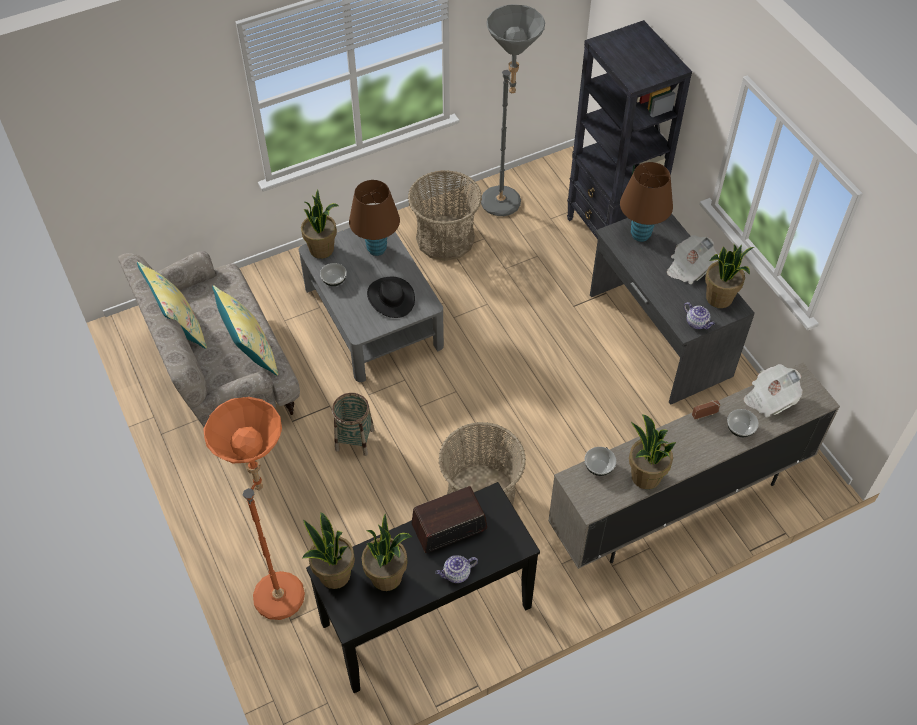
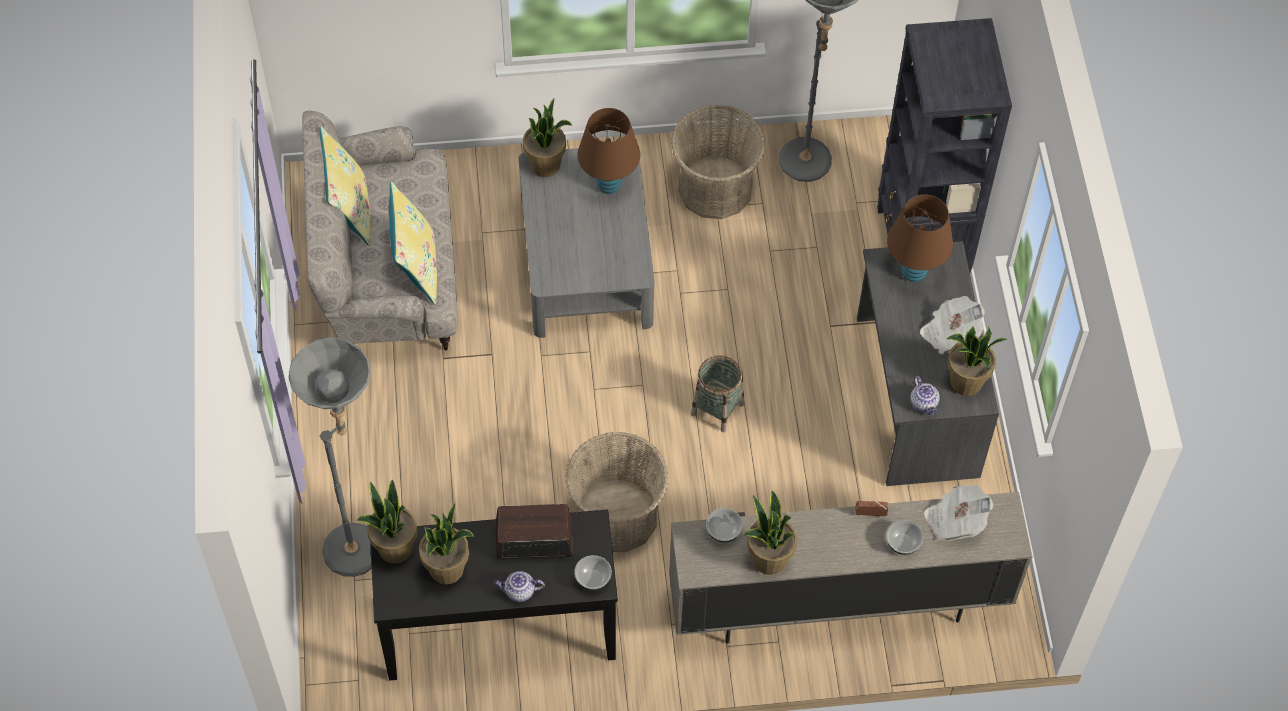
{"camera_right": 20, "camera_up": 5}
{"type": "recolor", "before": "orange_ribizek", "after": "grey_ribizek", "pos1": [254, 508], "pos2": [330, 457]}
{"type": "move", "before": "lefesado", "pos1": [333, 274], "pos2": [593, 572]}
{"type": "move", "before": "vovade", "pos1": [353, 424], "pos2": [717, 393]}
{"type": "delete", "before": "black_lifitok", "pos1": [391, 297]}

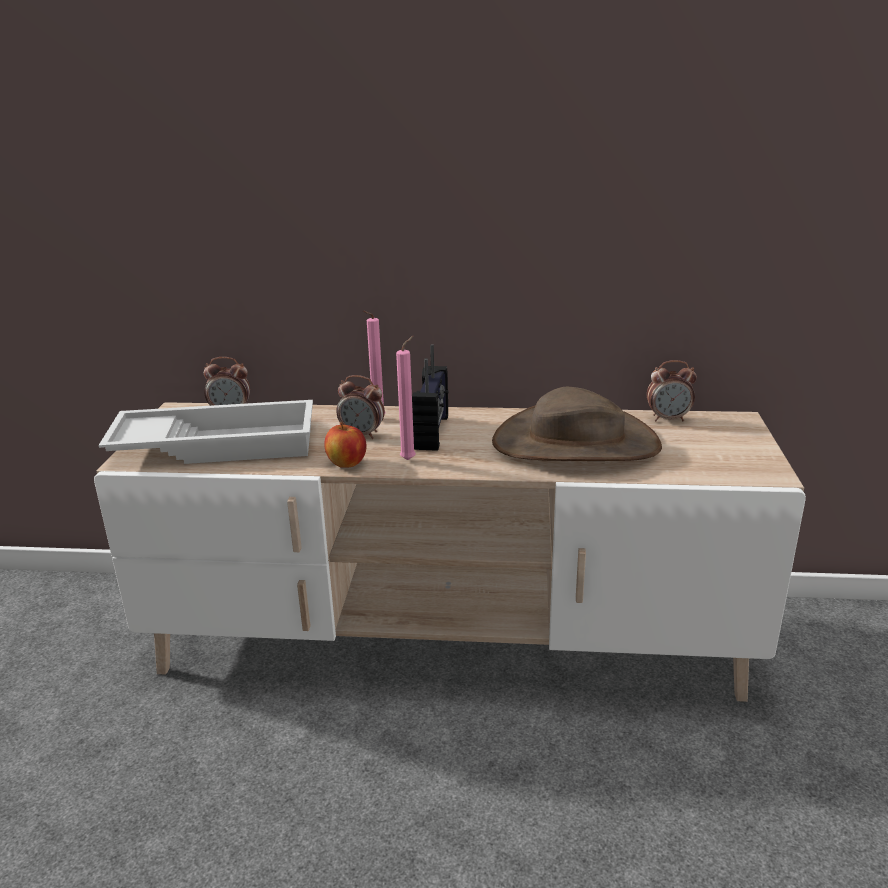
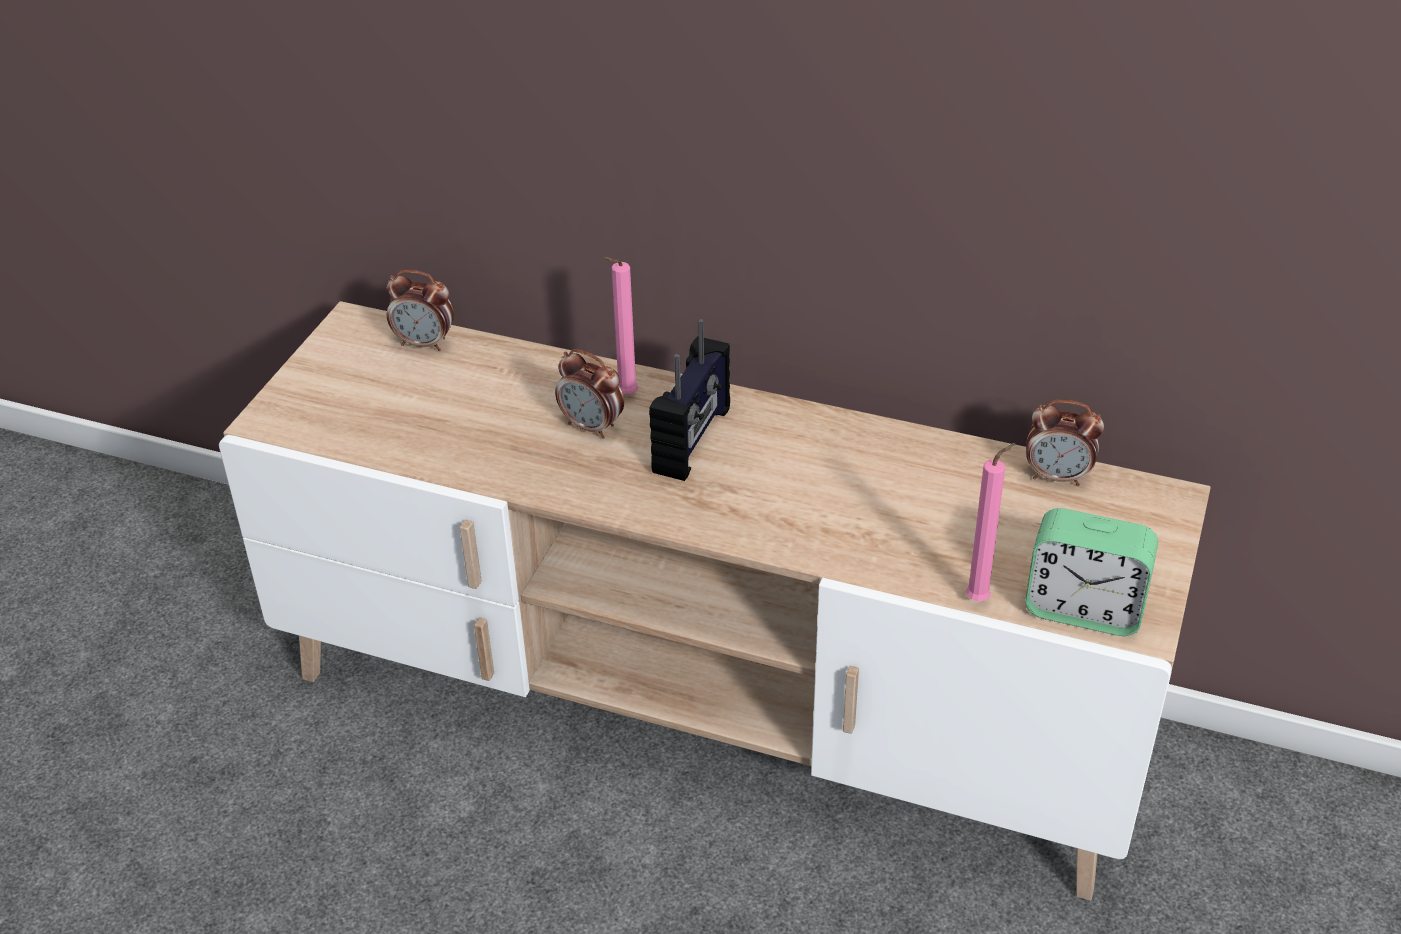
{"camera_right": 15, "camera_up": 15}
{"type": "delete", "before": "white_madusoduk", "pos1": [205, 432]}
{"type": "delete", "before": "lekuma", "pos1": [345, 445]}
{"type": "move", "before": "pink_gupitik", "pos1": [406, 398], "pos2": [991, 522]}
{"type": "delete", "before": "brown_lifitok", "pos1": [577, 424]}
{"type": "insert", "after": "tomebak", "pos2": [1091, 572]}

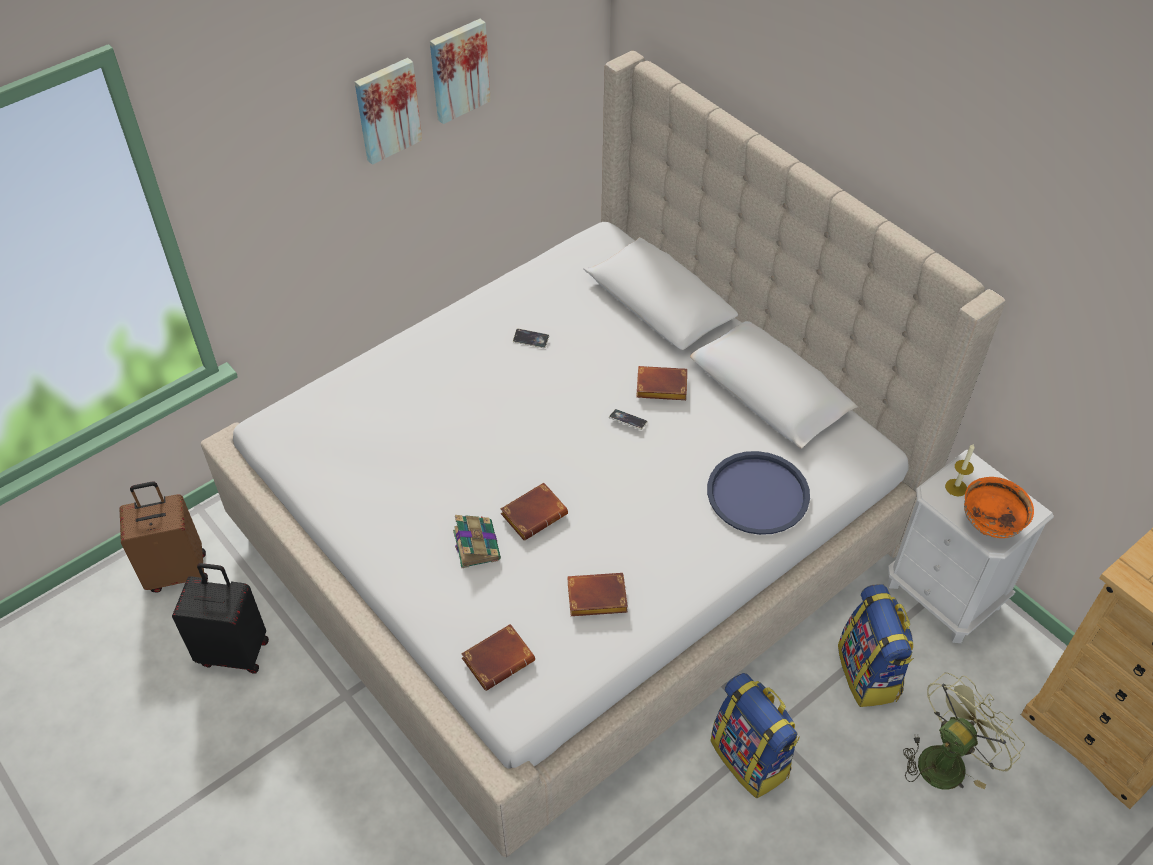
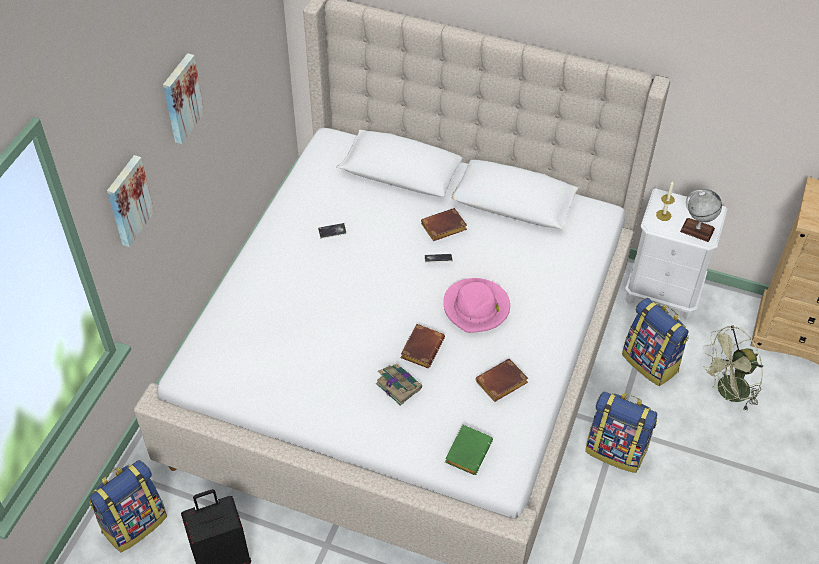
{"camera_right": -30, "camera_up": 0}
{"type": "replace", "before": "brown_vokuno", "after": "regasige", "pos1": [164, 537], "pos2": [128, 506]}
{"type": "move", "before": "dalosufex", "pos1": [460, 71], "pos2": [131, 201]}
{"type": "recolor", "before": "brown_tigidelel", "after": "green_tigidelel", "pos1": [498, 657], "pos2": [469, 450]}
{"type": "delete", "before": "blue_madusoduk", "pos1": [758, 493]}
{"type": "rotate", "before": "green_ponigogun", "pos1": [964, 731], "pos2": [733, 369], "turn": -135}
{"type": "replace", "before": "orange_lefesado", "after": "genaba", "pos1": [999, 507], "pos2": [701, 215]}
{"type": "insert", "after": "pink_lifitok", "pos2": [476, 305]}

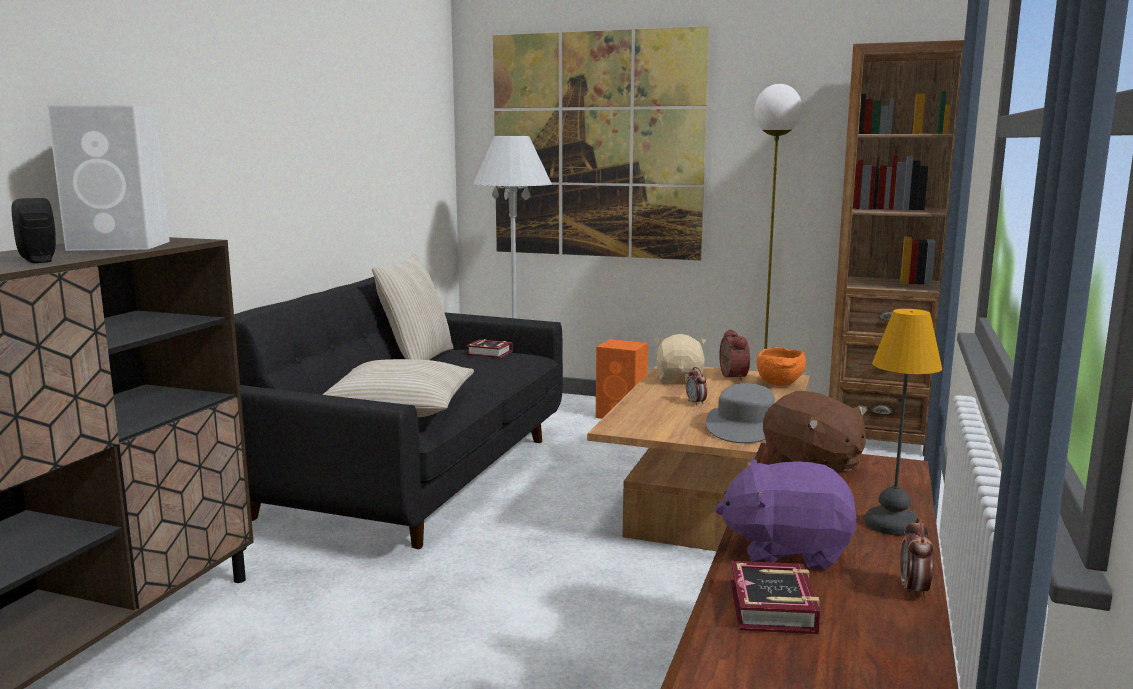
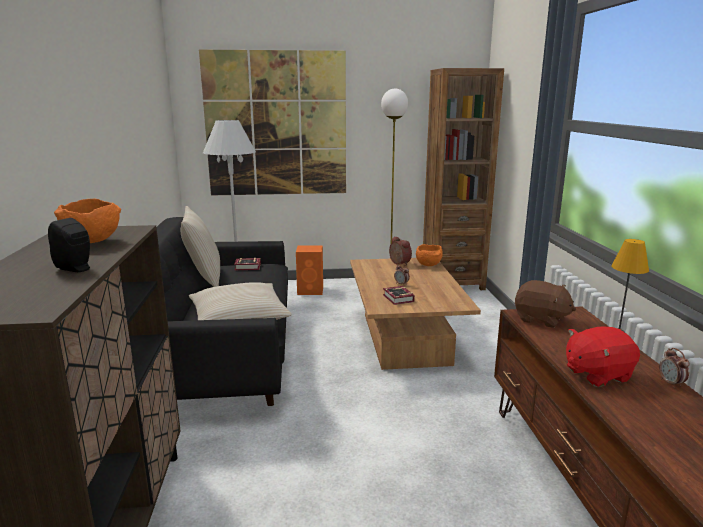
{"camera_right": -25, "camera_up": 5}
{"type": "replace", "before": "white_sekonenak", "after": "orange_lefesado", "pos1": [108, 178], "pos2": [87, 221]}
{"type": "delete", "before": "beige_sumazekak", "pos1": [680, 358]}
{"type": "delete", "before": "grey_lifitok", "pos1": [740, 413]}
{"type": "recolor", "before": "purple_sumazekak", "after": "red_sumazekak", "pos1": [786, 514], "pos2": [603, 356]}
{"type": "move", "before": "tigidelel", "pos1": [775, 598], "pos2": [399, 295]}

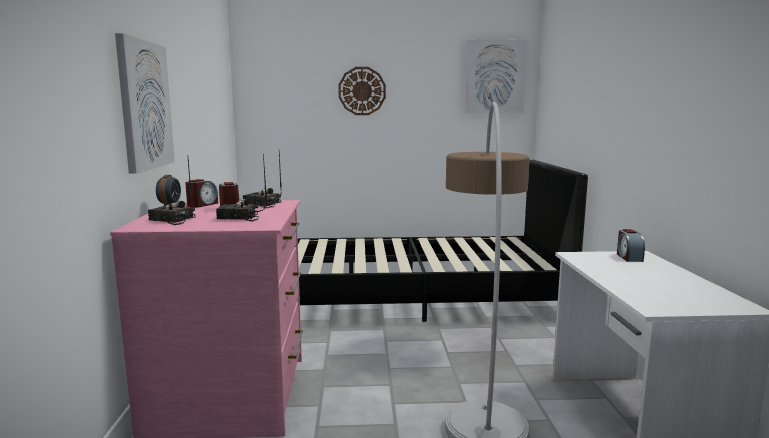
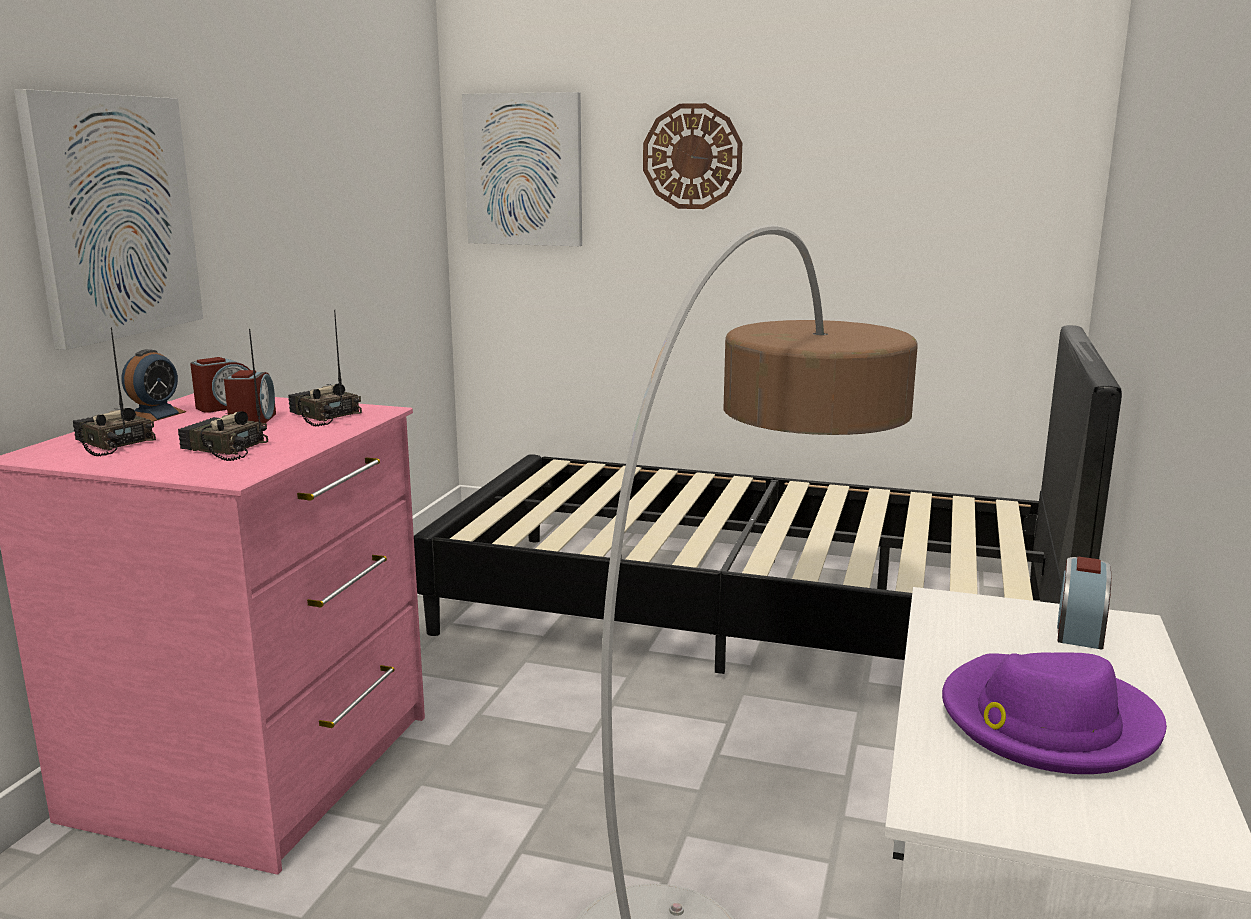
{"camera_right": 20, "camera_up": 5}
{"type": "move", "before": "dalosufex", "pos1": [496, 76], "pos2": [522, 169]}
{"type": "insert", "after": "purple_lifitok", "pos2": [1054, 713]}

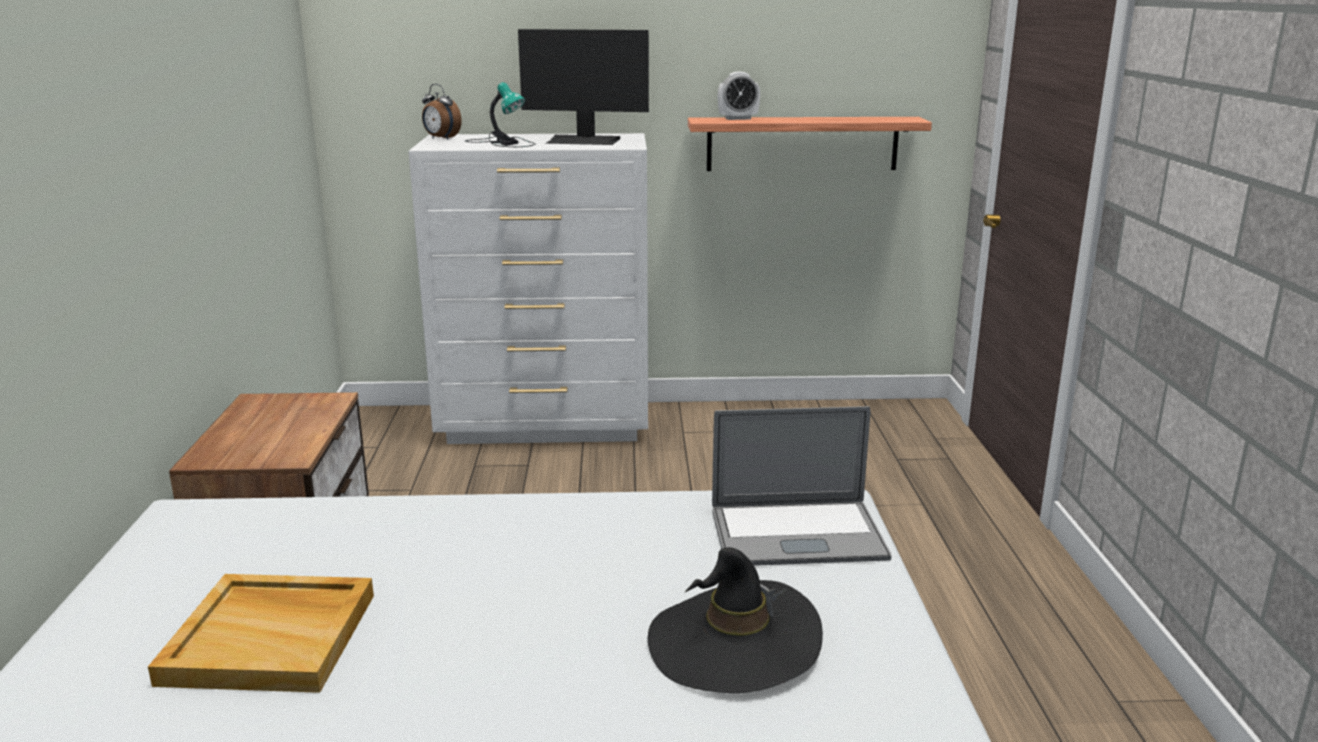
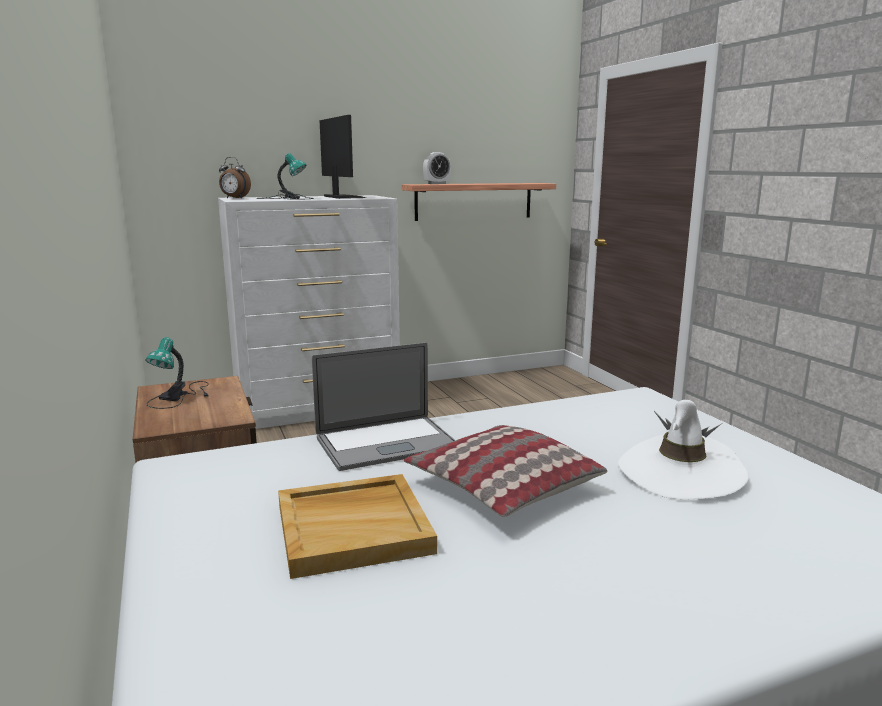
{"camera_right": -20, "camera_up": -5}
{"type": "rotate", "before": "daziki", "pos1": [583, 87], "pos2": [343, 157], "turn": -105}
{"type": "recolor", "before": "black_lifitok", "after": "white_lifitok", "pos1": [735, 620], "pos2": [683, 450]}
{"type": "move", "before": "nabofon", "pos1": [802, 486], "pos2": [384, 406]}
{"type": "insert", "after": "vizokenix", "pos2": [177, 373]}
{"type": "insert", "after": "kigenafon", "pos2": [505, 471]}

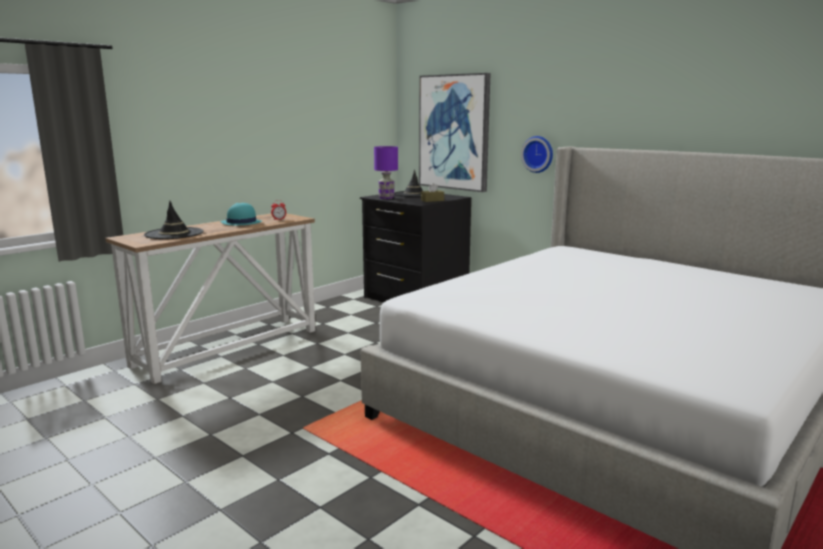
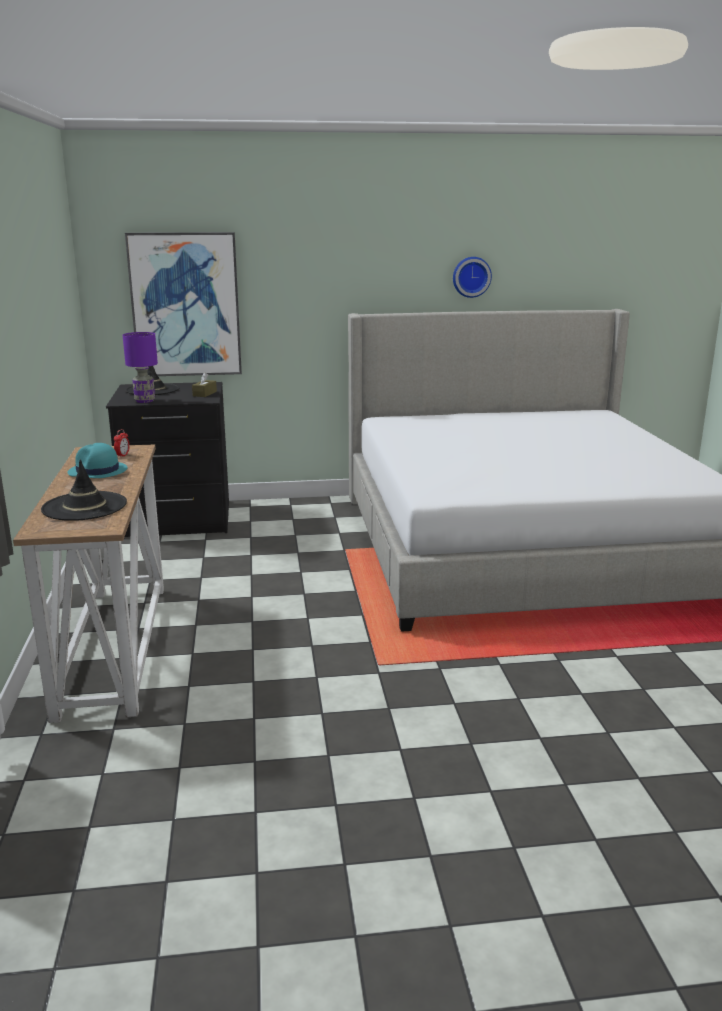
{"camera_right": -50, "camera_up": 5}
{"type": "move", "before": "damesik", "pos1": [537, 154], "pos2": [472, 277]}

